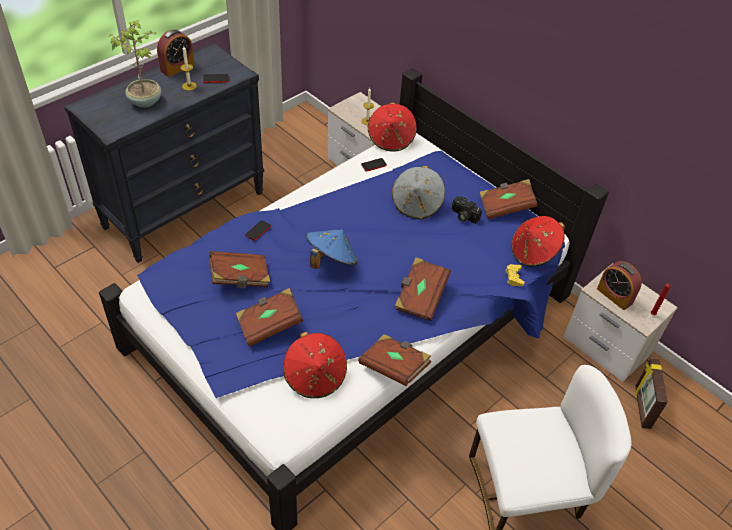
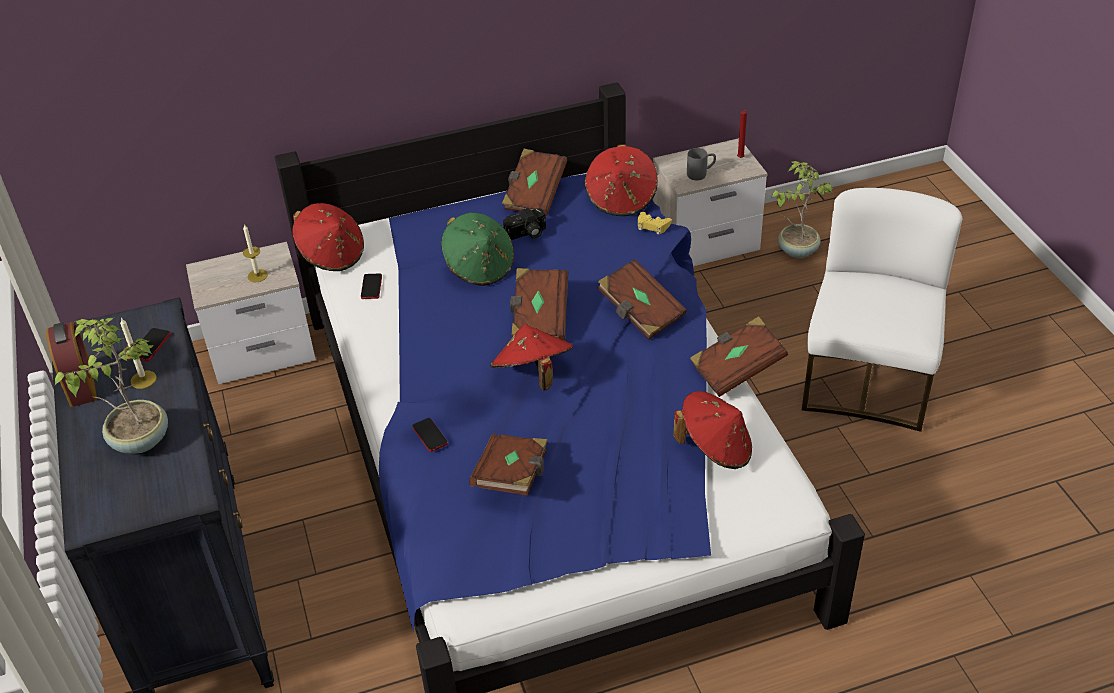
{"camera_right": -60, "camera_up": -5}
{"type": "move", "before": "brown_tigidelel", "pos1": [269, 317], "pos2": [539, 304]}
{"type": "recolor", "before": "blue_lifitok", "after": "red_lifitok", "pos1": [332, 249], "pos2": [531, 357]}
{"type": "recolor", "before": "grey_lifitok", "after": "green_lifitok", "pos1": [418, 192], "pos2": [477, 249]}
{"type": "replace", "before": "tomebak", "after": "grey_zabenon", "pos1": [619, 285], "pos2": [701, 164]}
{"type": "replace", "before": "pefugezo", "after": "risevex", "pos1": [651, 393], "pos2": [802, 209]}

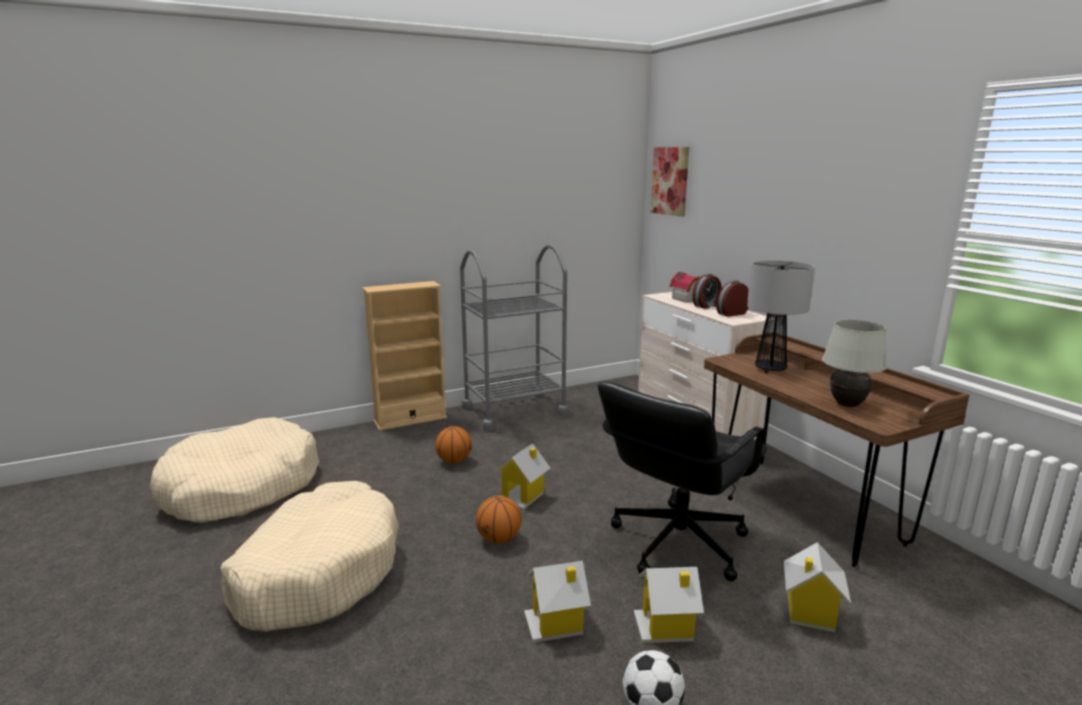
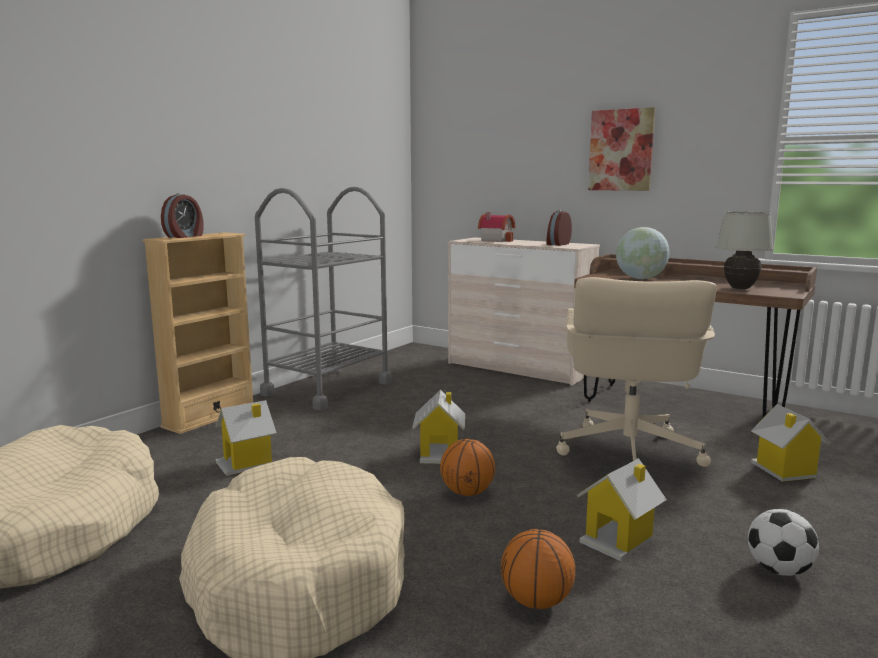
{"camera_right": -30, "camera_up": -5}
{"type": "move", "before": "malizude", "pos1": [453, 445], "pos2": [538, 569]}
{"type": "recolor", "before": "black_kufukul", "after": "beige_kufukul", "pos1": [683, 481], "pos2": [636, 372]}
{"type": "move", "before": "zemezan", "pos1": [669, 605], "pos2": [246, 438]}
{"type": "move", "before": "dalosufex", "pos1": [670, 182], "pos2": [621, 149]}
{"type": "move", "before": "tomebak", "pos1": [707, 291], "pos2": [182, 215]}
{"type": "replace", "before": "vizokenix", "after": "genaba", "pos1": [781, 316], "pos2": [643, 253]}

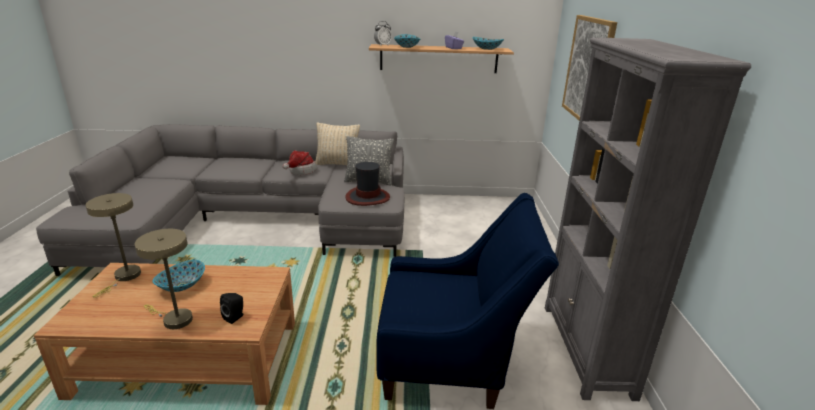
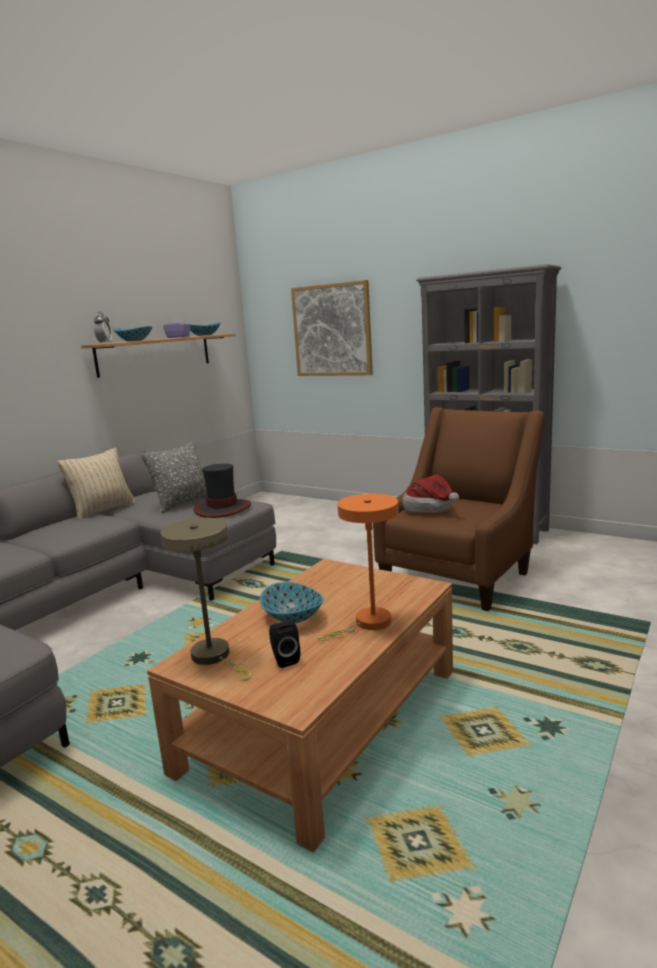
{"camera_right": -55, "camera_up": -10}
{"type": "recolor", "before": "beige_vizokenix", "after": "orange_vizokenix", "pos1": [163, 279], "pos2": [358, 567]}
{"type": "move", "before": "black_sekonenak", "pos1": [231, 308], "pos2": [284, 644]}
{"type": "move", "before": "lifitok", "pos1": [299, 163], "pos2": [431, 494]}
{"type": "recolor", "before": "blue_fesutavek", "after": "brown_fesutavek", "pos1": [468, 301], "pos2": [459, 509]}

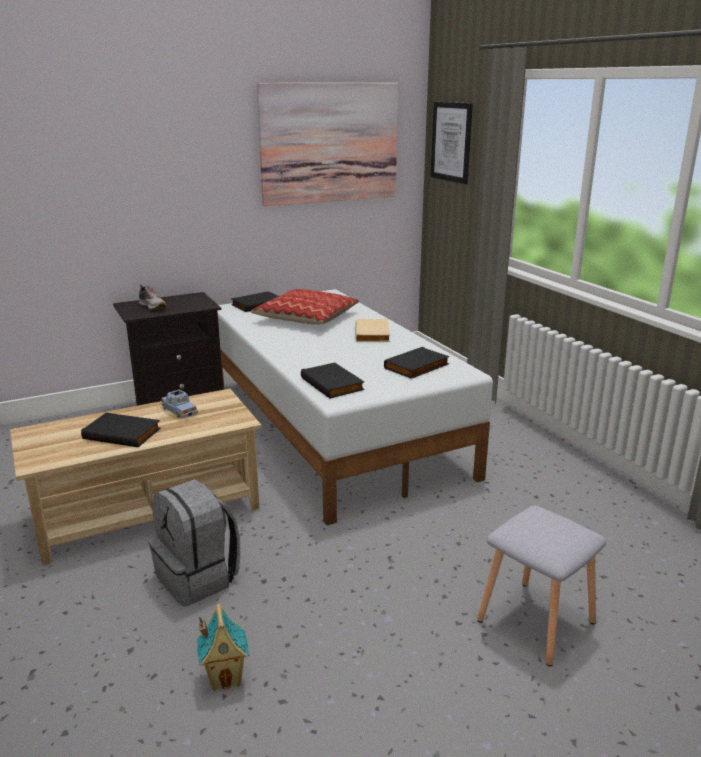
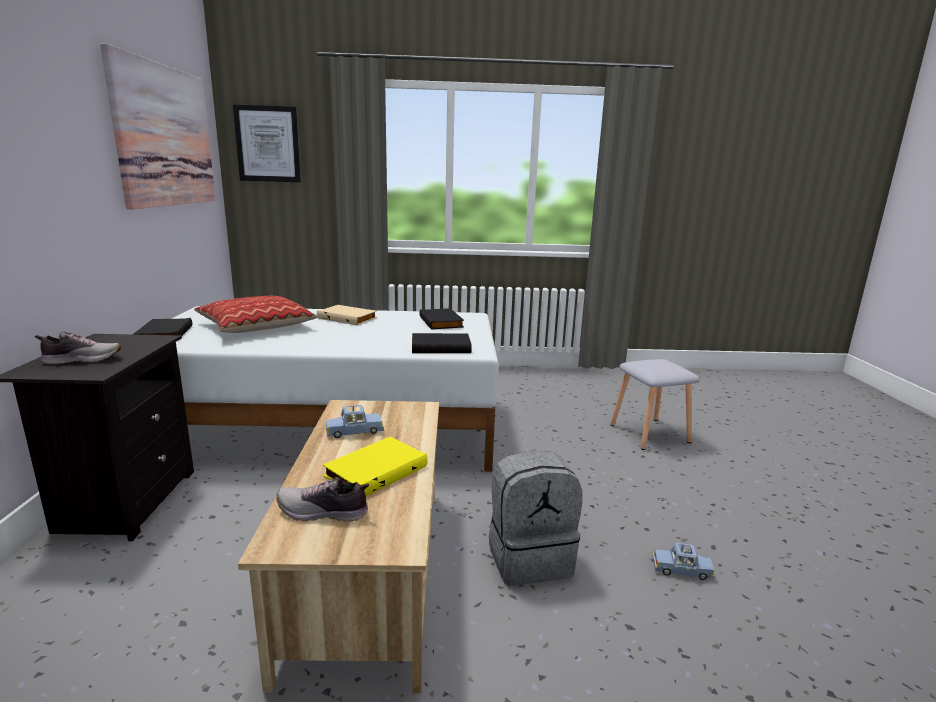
{"camera_right": -65, "camera_up": -5}
{"type": "recolor", "before": "black_tigidelel", "after": "yellow_tigidelel", "pos1": [121, 430], "pos2": [375, 466]}
{"type": "replace", "before": "zemezan", "after": "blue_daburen", "pos1": [223, 647], "pos2": [683, 561]}
{"type": "insert", "after": "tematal", "pos2": [322, 499]}

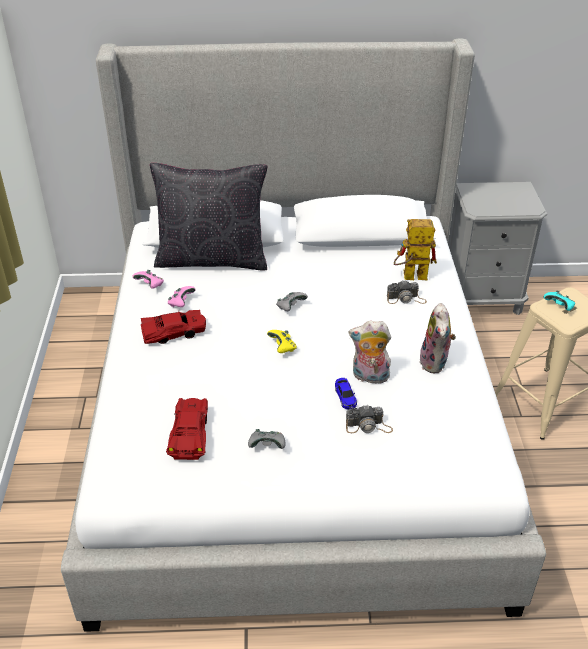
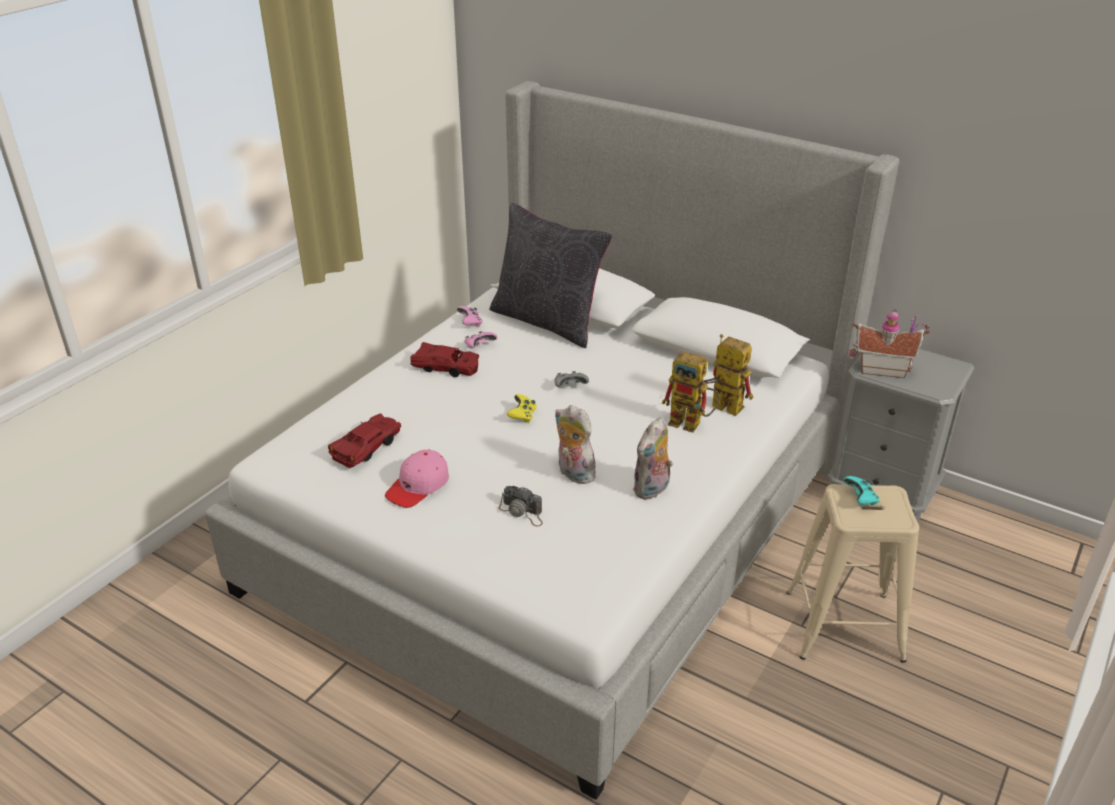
{"camera_right": 35, "camera_up": -5}
{"type": "replace", "before": "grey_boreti", "after": "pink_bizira", "pos1": [267, 439], "pos2": [417, 479]}
{"type": "delete", "before": "daburen", "pos1": [346, 393]}
{"type": "replace", "before": "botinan", "after": "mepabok", "pos1": [407, 292], "pos2": [690, 392]}
{"type": "insert", "after": "zemezan", "pos2": [889, 343]}

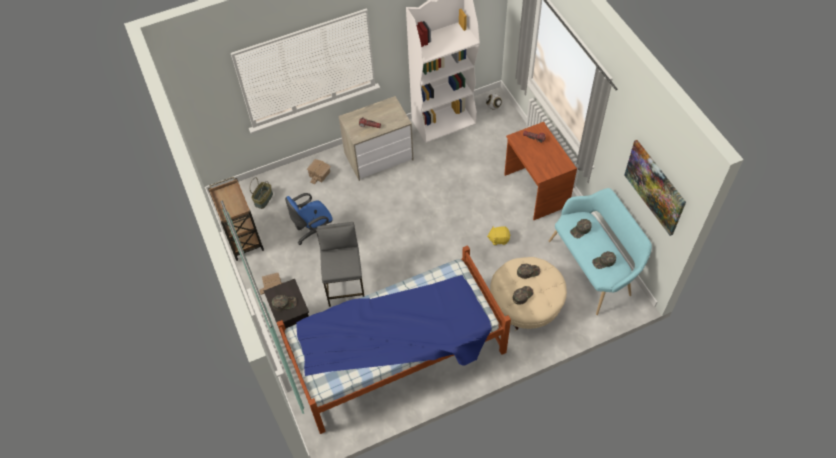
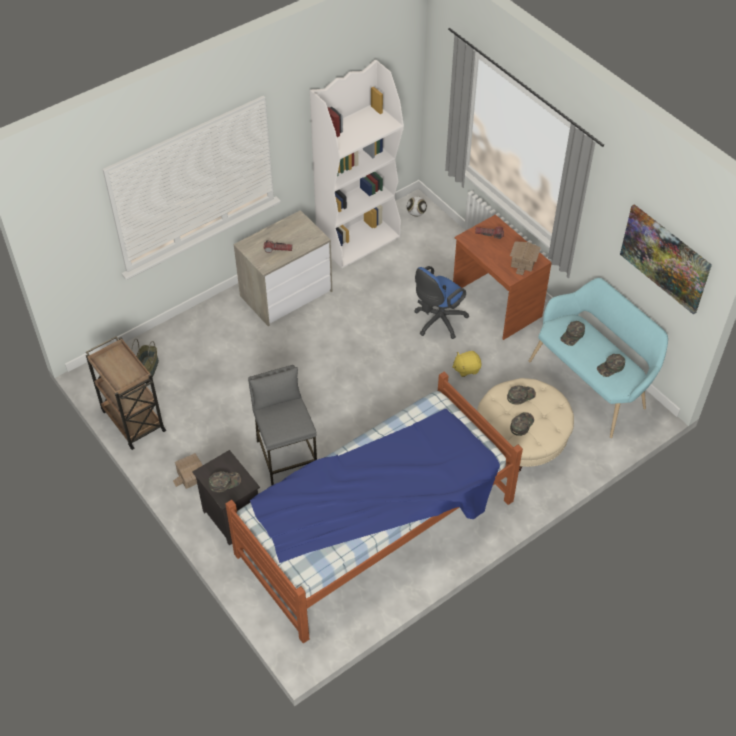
{"camera_right": -15, "camera_up": -5}
{"type": "move", "before": "blue_kufukul", "pos1": [309, 219], "pos2": [441, 302]}
{"type": "move", "before": "zemezan", "pos1": [318, 171], "pos2": [525, 258]}

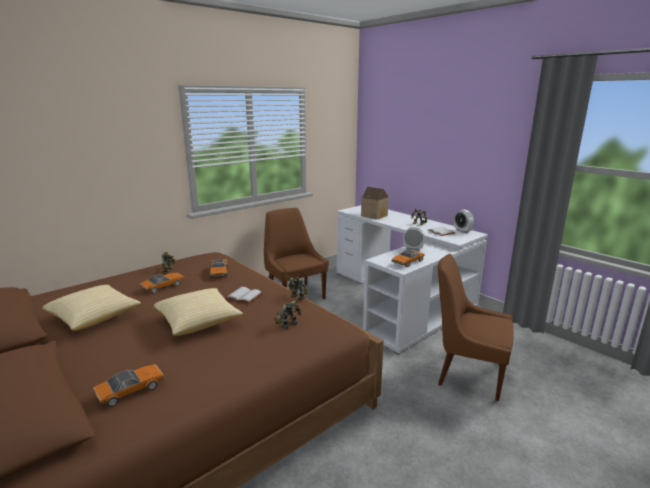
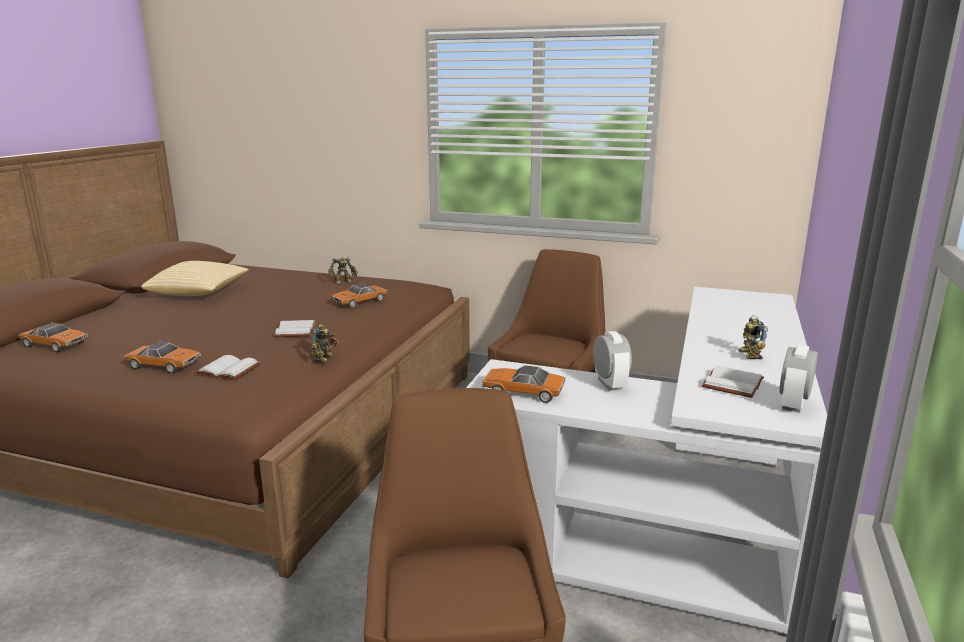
{"camera_right": 60, "camera_up": 0}
{"type": "move", "before": "daburen", "pos1": [162, 283], "pos2": [162, 357]}
{"type": "delete", "before": "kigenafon", "pos1": [198, 312]}
{"type": "replace", "before": "mepabok", "after": "white_tigidelel", "pos1": [287, 315], "pos2": [228, 367]}
{"type": "delete", "before": "zemezan", "pos1": [375, 203]}

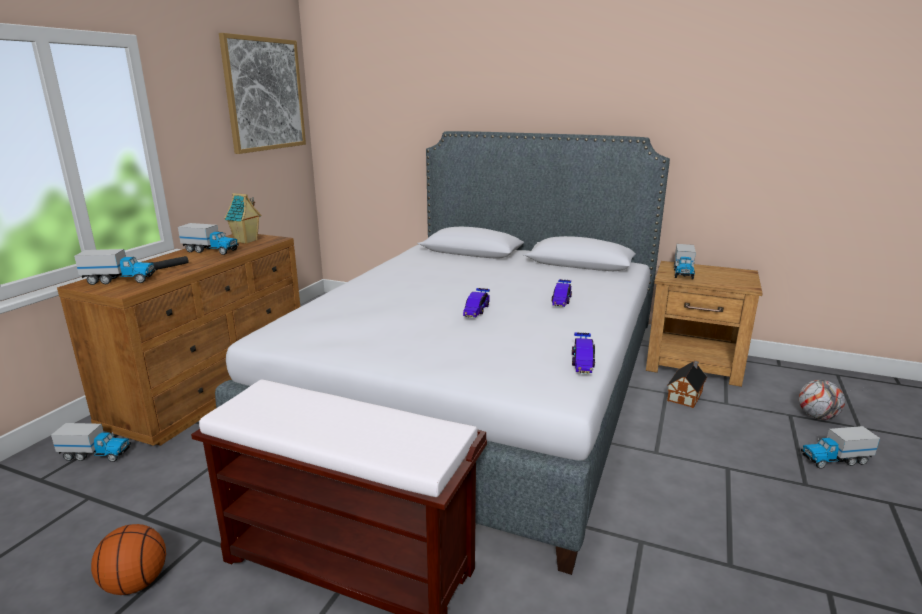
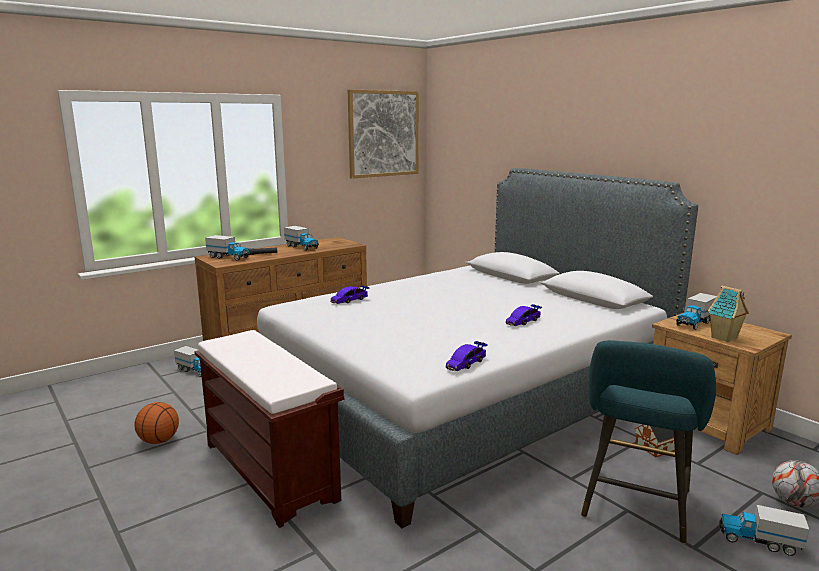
{"camera_right": 30, "camera_up": -5}
{"type": "move", "before": "zemezan", "pos1": [242, 218], "pos2": [728, 314]}
{"type": "move", "before": "daburen", "pos1": [476, 303], "pos2": [350, 294]}
{"type": "insert", "after": "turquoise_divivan", "pos2": [648, 442]}

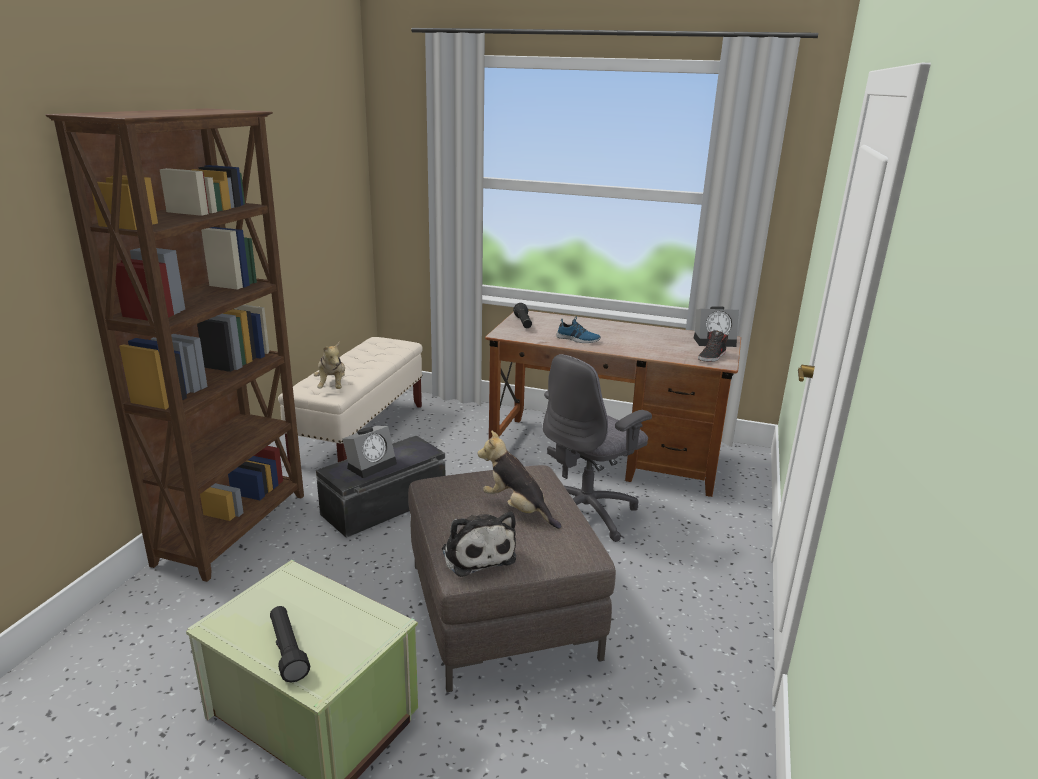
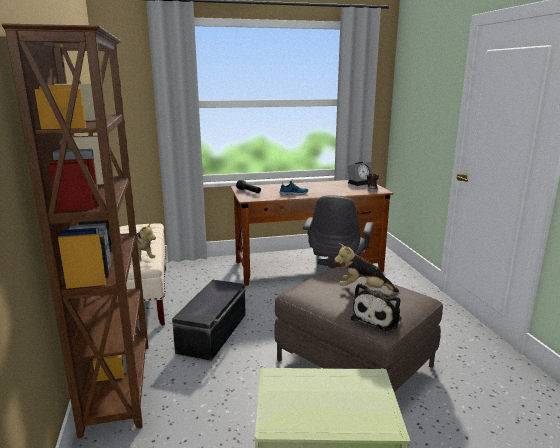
{"camera_right": -30, "camera_up": -5}
{"type": "delete", "before": "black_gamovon", "pos1": [290, 644]}
{"type": "delete", "before": "tomebak", "pos1": [369, 452]}
{"type": "rotate", "before": "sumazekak", "pos1": [479, 544], "pos2": [376, 307], "turn": 90}

